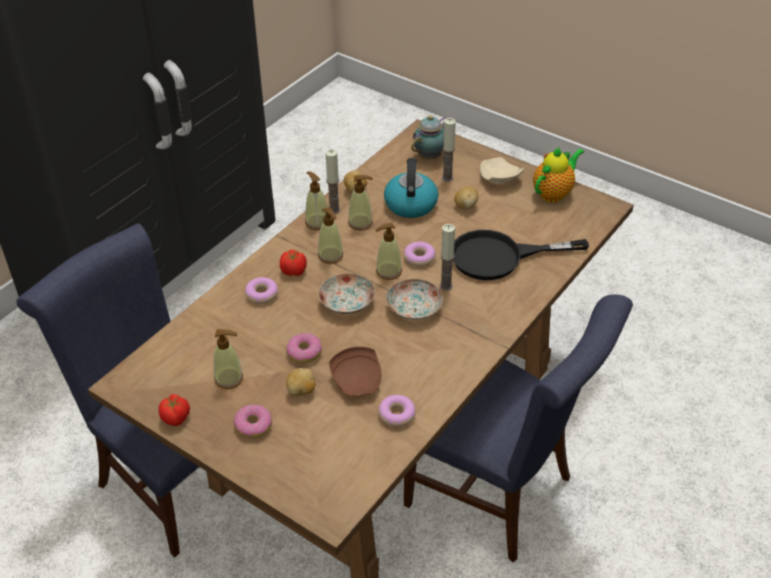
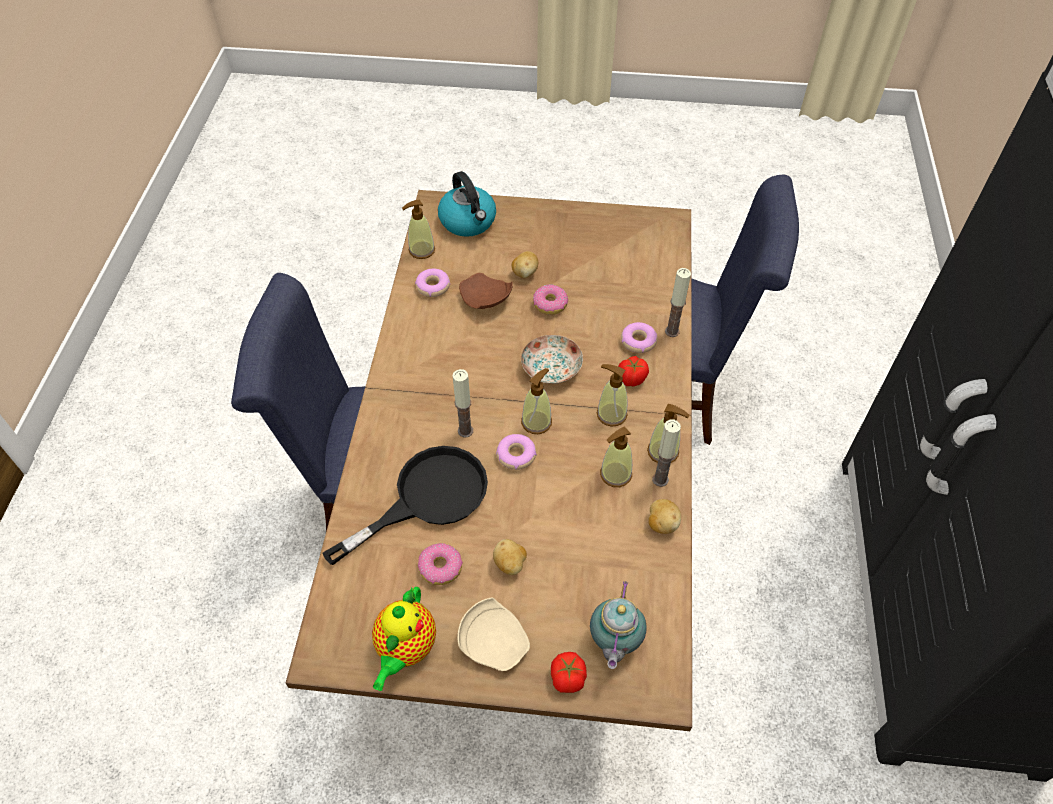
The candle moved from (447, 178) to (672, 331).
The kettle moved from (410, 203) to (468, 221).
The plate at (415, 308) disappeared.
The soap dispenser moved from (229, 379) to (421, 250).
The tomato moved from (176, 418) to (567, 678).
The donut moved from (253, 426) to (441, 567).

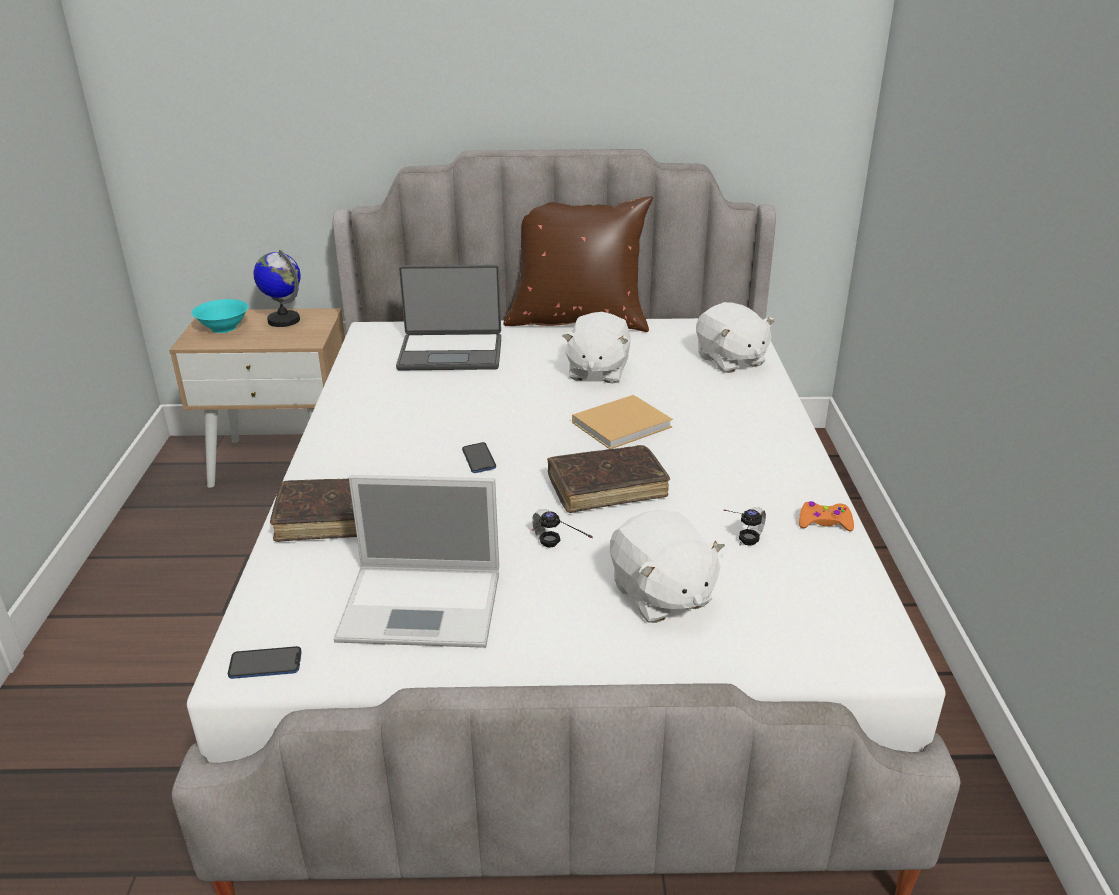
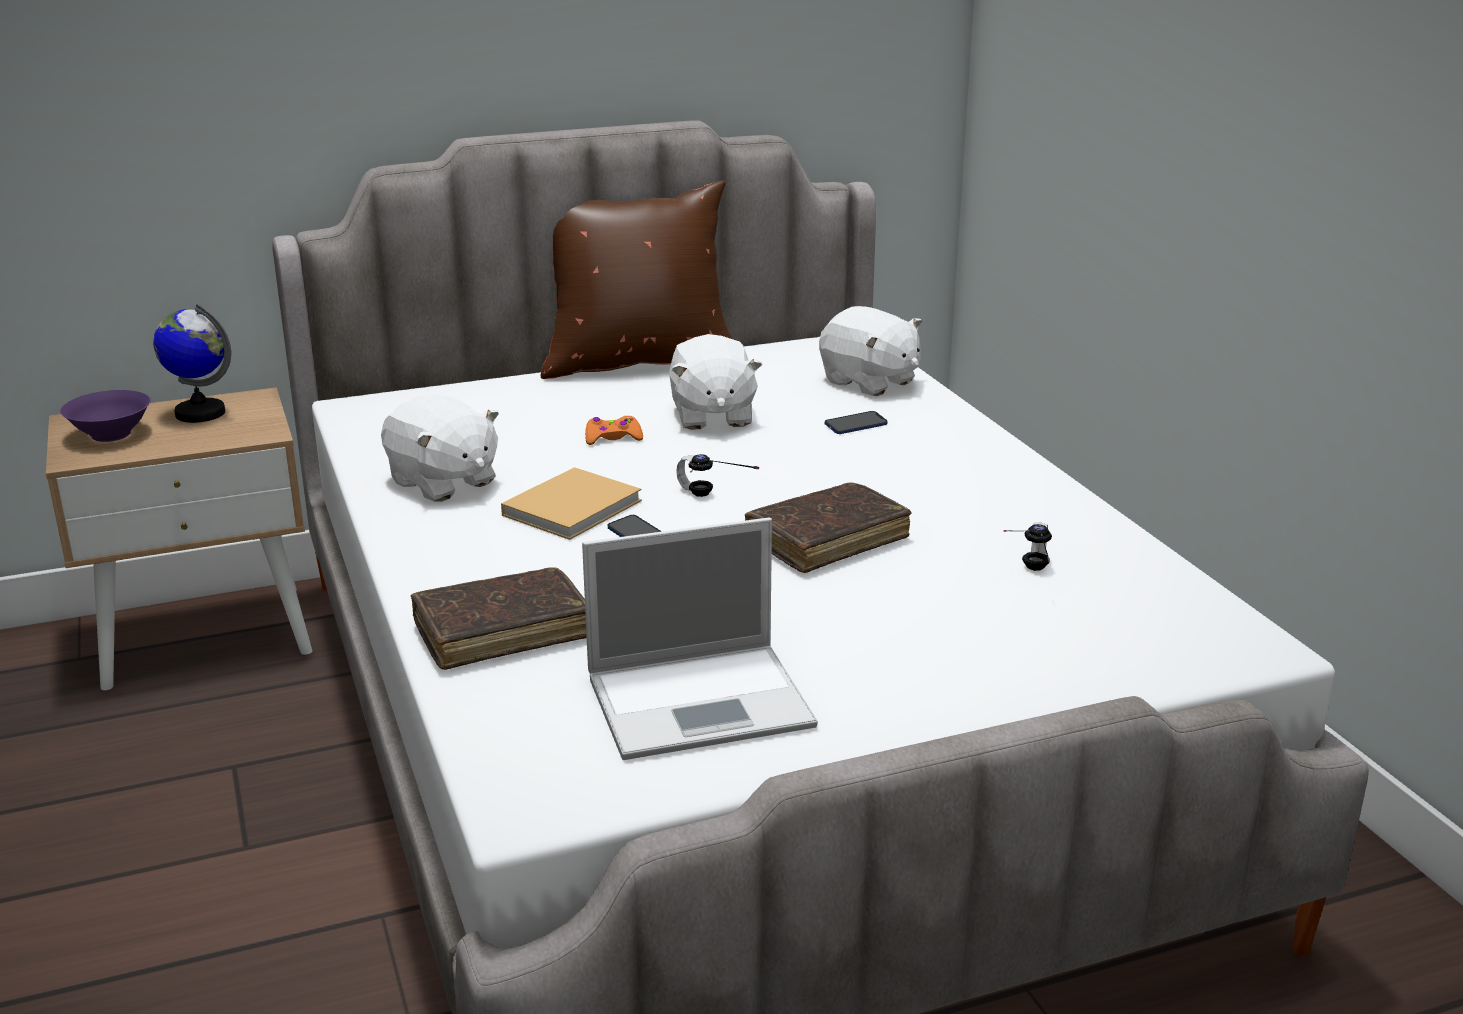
The laptop at (451, 353) disappeared.
The bowl/turquoise at (224, 328) became the bowl/purple at (112, 434).
The book/beige moved from (624, 424) to (575, 506).
The game controller/orange moved from (824, 522) to (612, 438).
The headphones moved from (552, 553) to (709, 500).
The plush toy/white moved from (661, 595) to (443, 482).
The phone moved from (265, 664) to (856, 424).

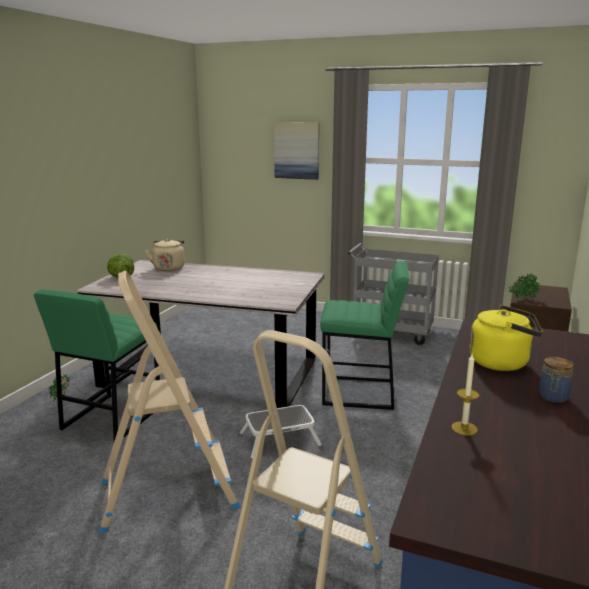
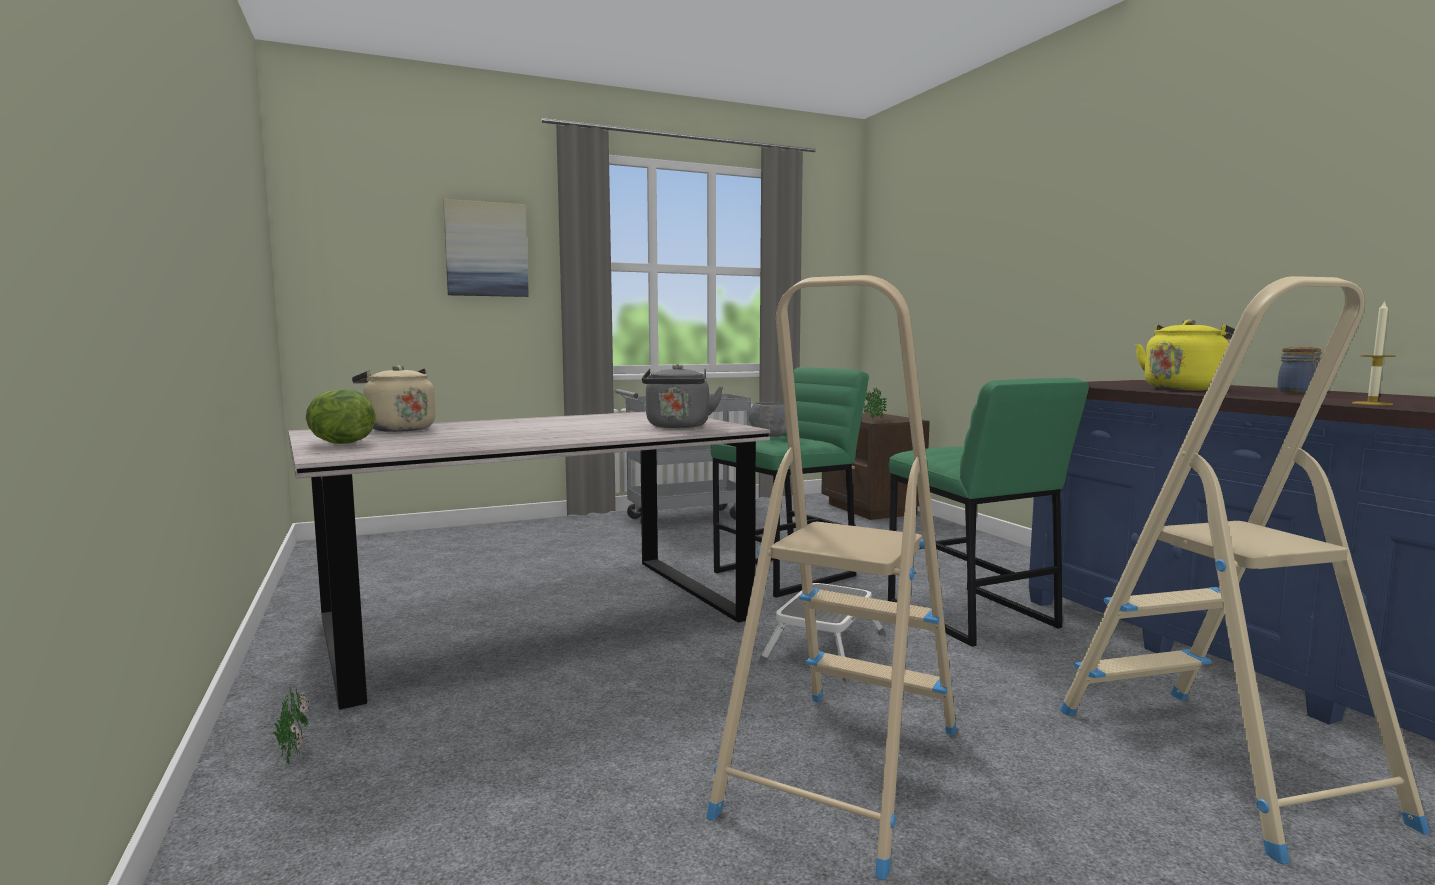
The stool/green moved from (110, 419) to (974, 616).
The kettle/grey at (678, 427) appeared.
The bowl/grey at (772, 436) appeared.

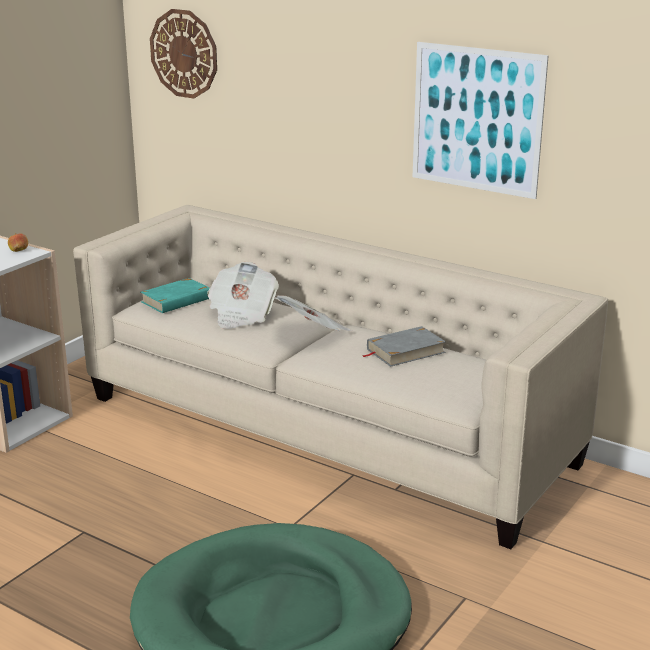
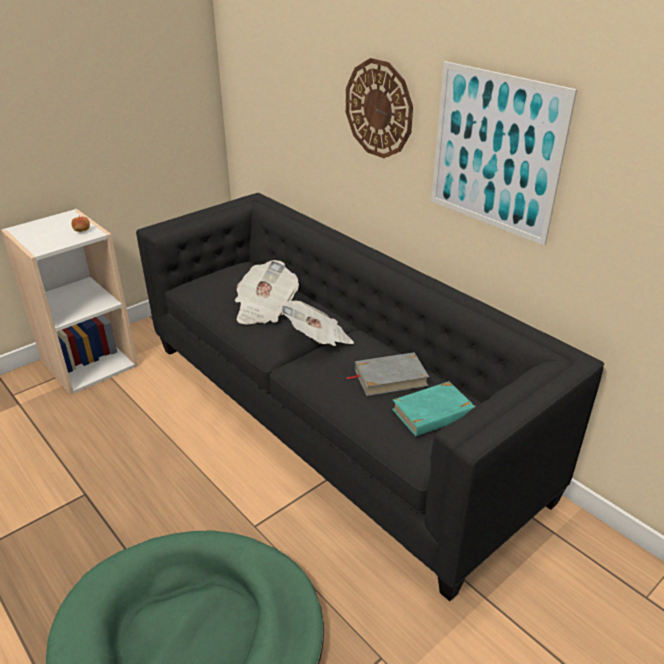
The wall clock moved from (184, 53) to (379, 109).
The sofa/beige at (325, 431) became the sofa/black at (332, 417).
The book/turquoise moved from (177, 300) to (433, 413).

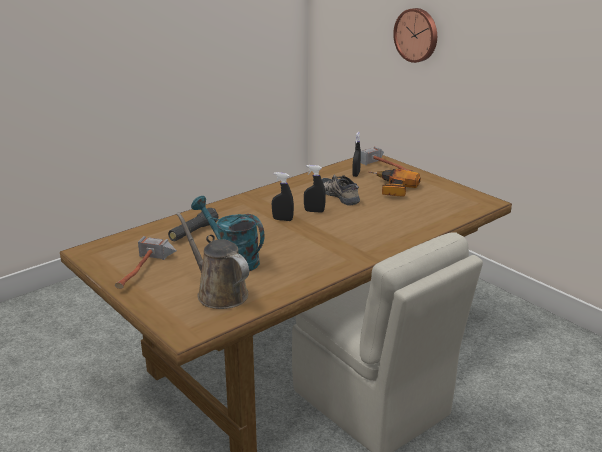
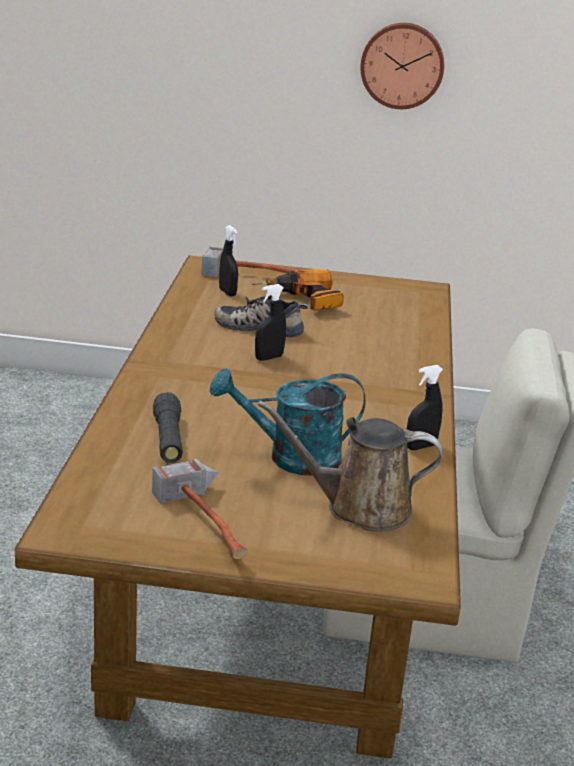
The wall clock moved from (417, 35) to (402, 65).
The spray bottle/black moved from (282, 219) to (420, 446).

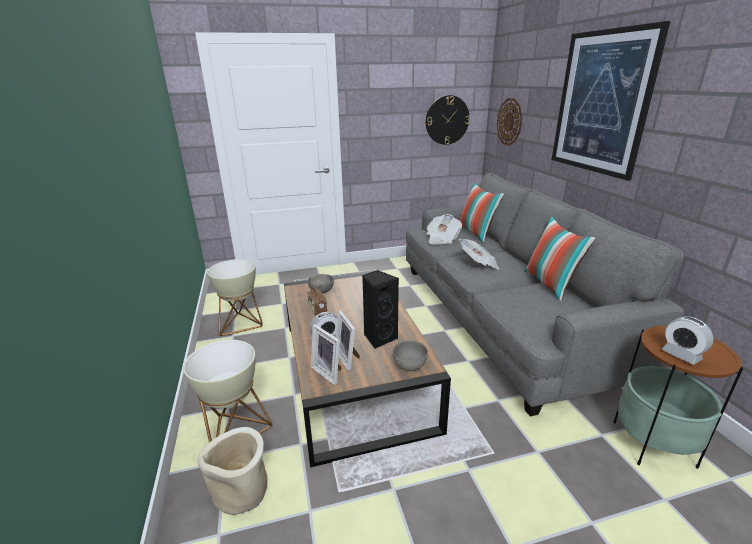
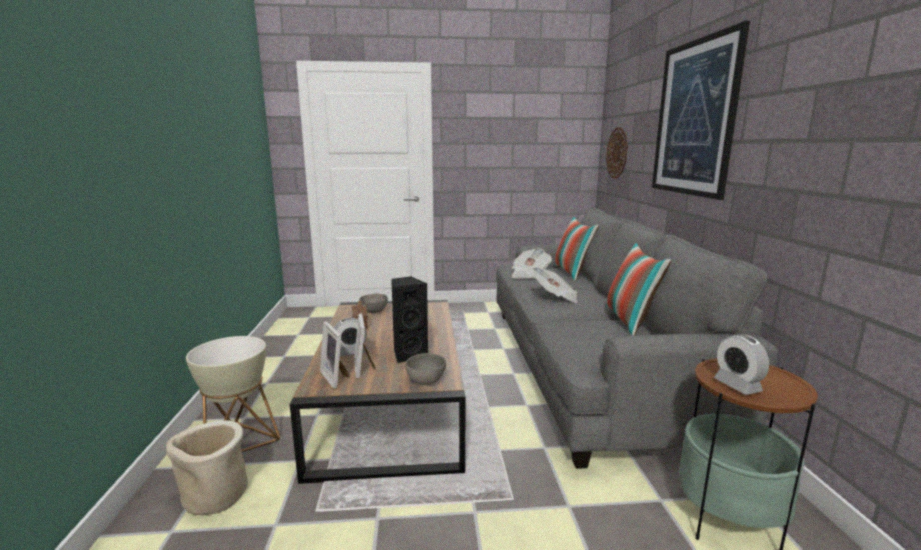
The wall clock at (447, 120) disappeared.
The planter at (241, 325) disappeared.

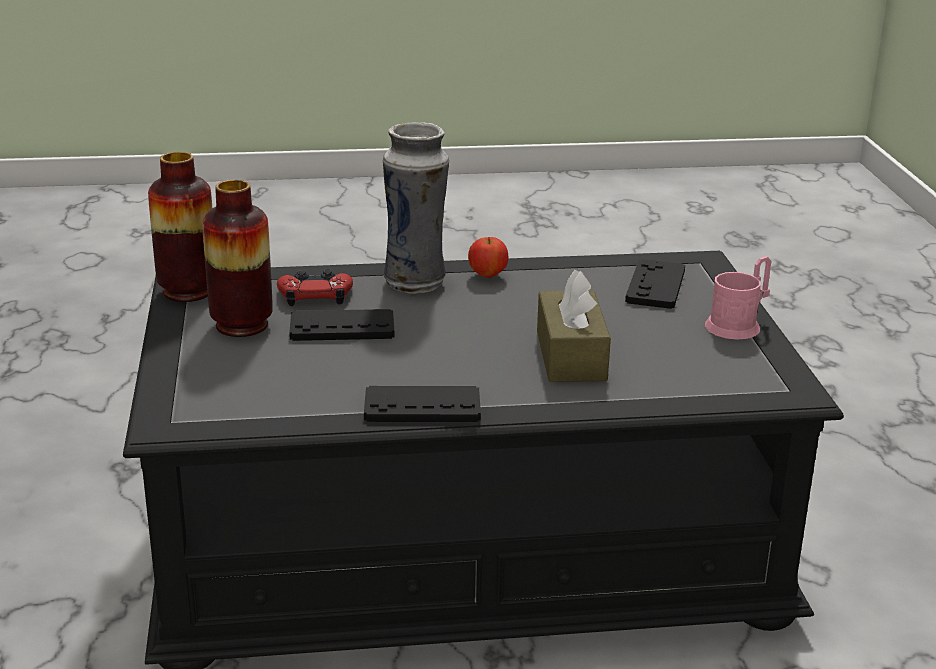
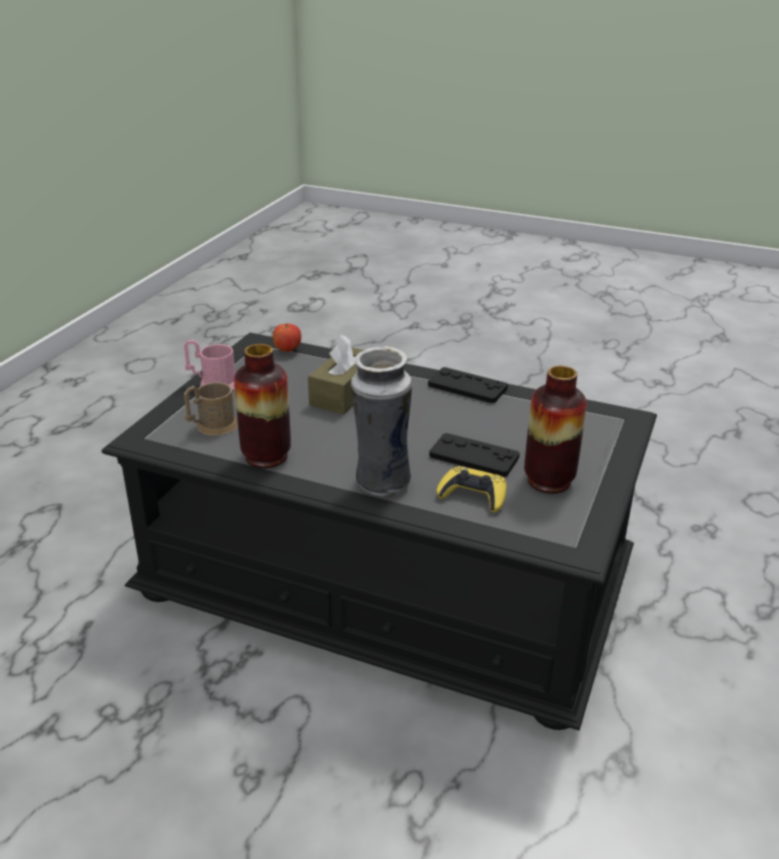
The vase moved from (188, 291) to (266, 456).
The apple moved from (487, 275) to (287, 350).
The game controller/black at (655, 286) was replaced by the mug/brown at (212, 426).
The game controller/red at (315, 295) became the game controller/yellow at (473, 495).

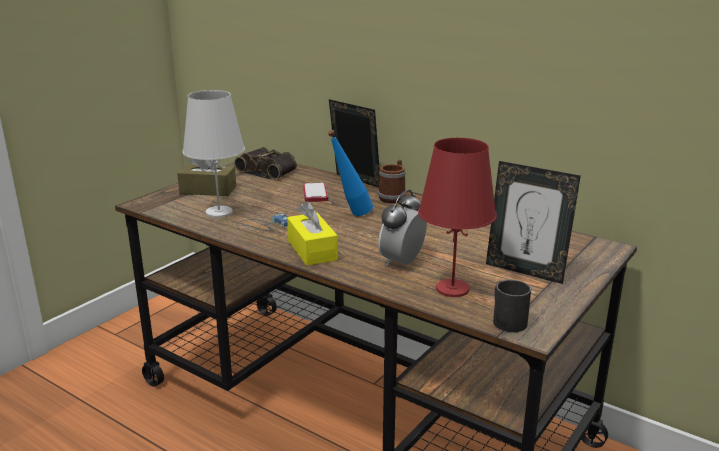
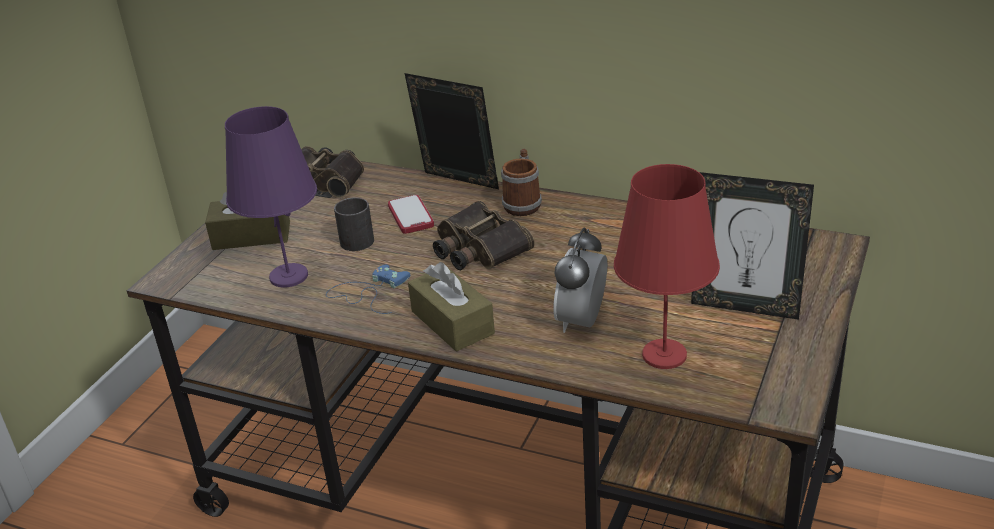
The table lamp/white at (219, 212) became the table lamp/purple at (288, 276).
The bottle/blue at (350, 215) was replaced by the binoculars at (478, 248).
The tissue box/yellow at (312, 250) became the tissue box/brown at (452, 322).
The mug/black moved from (506, 319) to (353, 238).

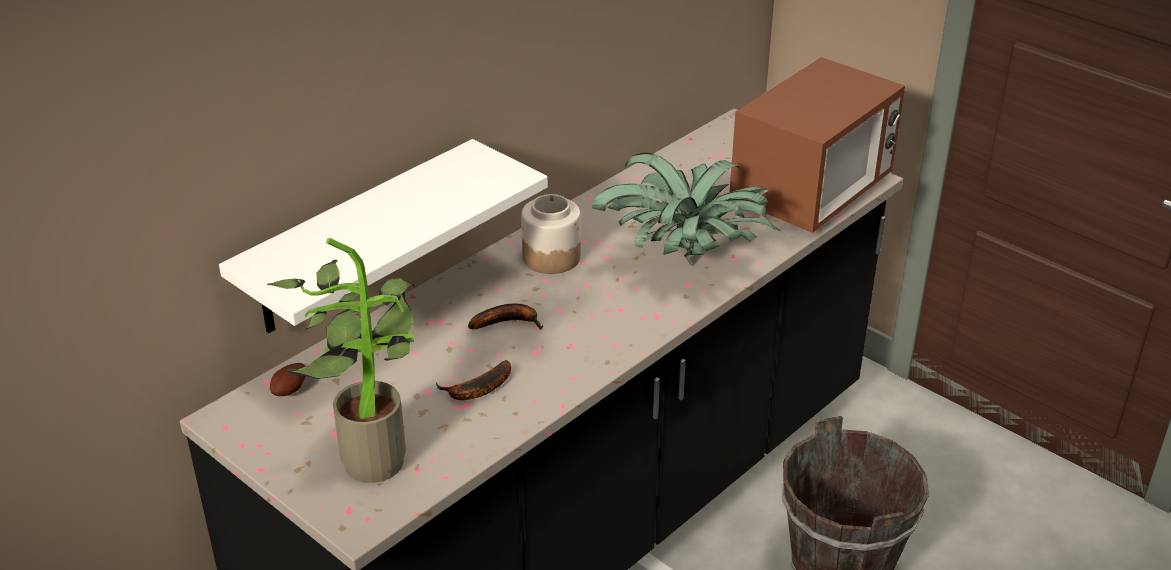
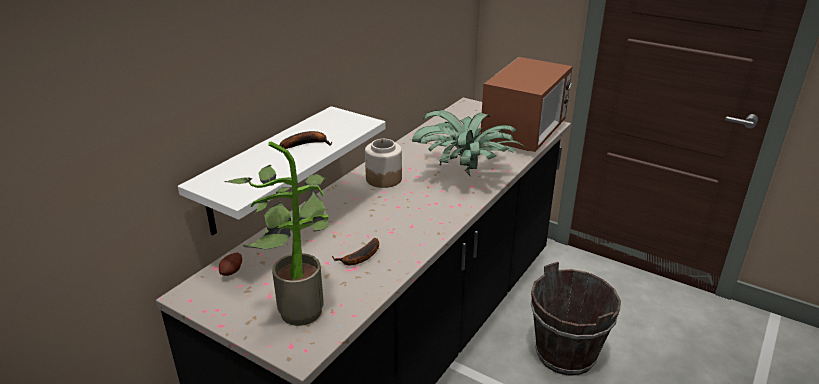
The banana moved from (508, 322) to (307, 144).

